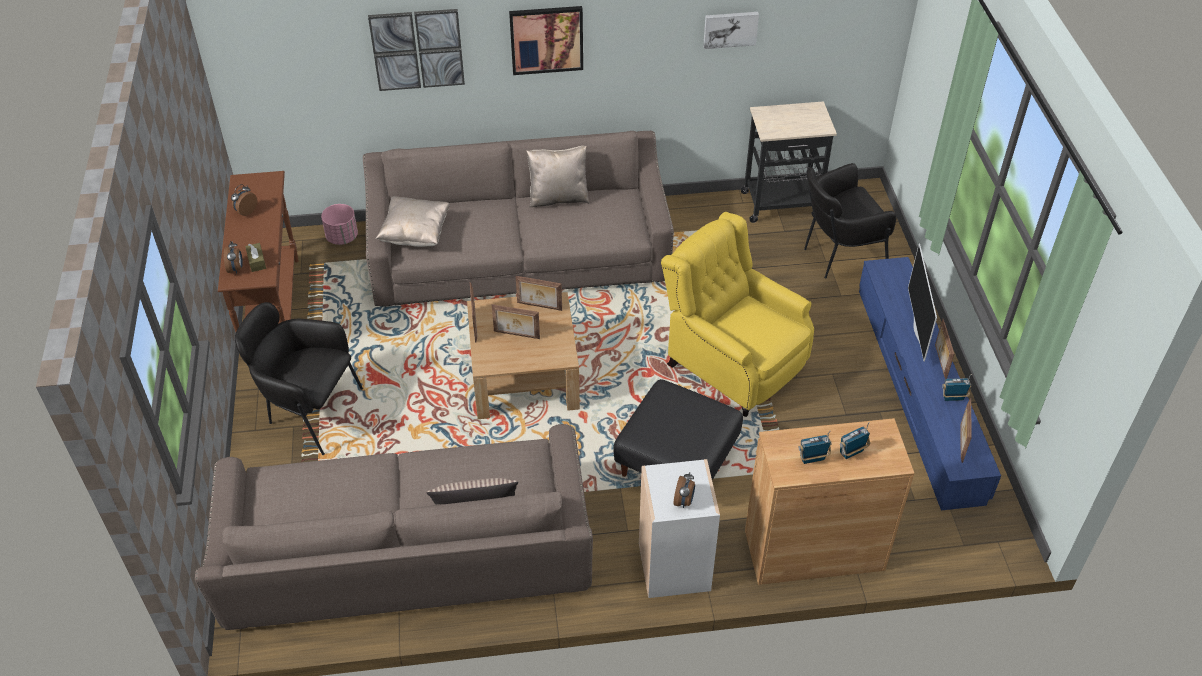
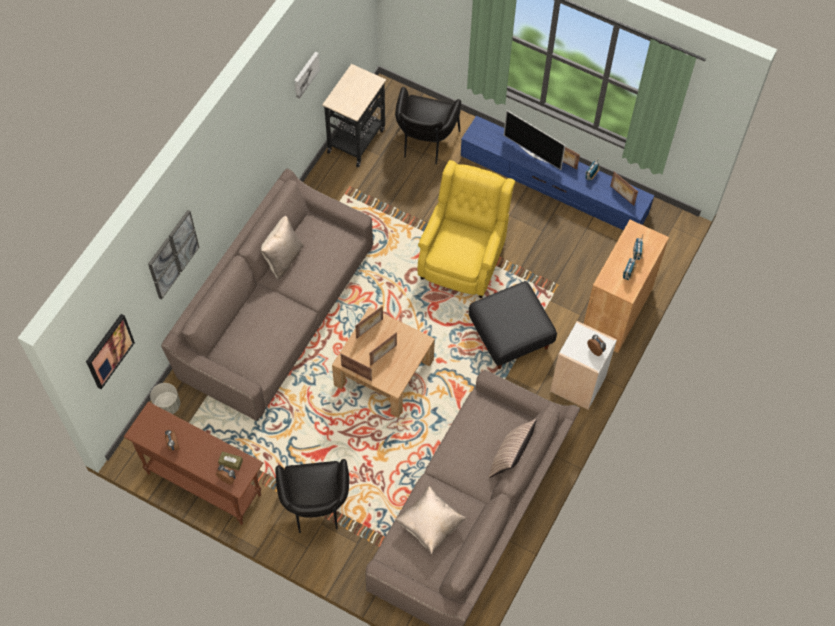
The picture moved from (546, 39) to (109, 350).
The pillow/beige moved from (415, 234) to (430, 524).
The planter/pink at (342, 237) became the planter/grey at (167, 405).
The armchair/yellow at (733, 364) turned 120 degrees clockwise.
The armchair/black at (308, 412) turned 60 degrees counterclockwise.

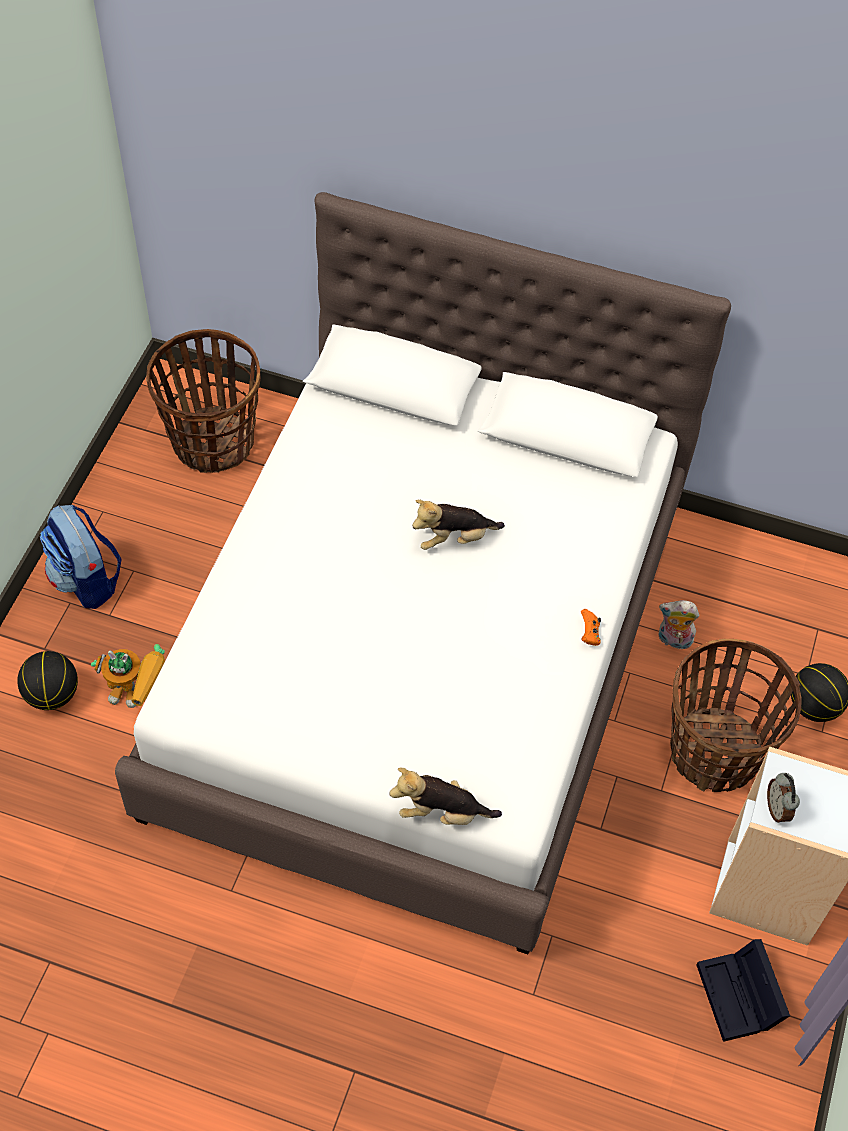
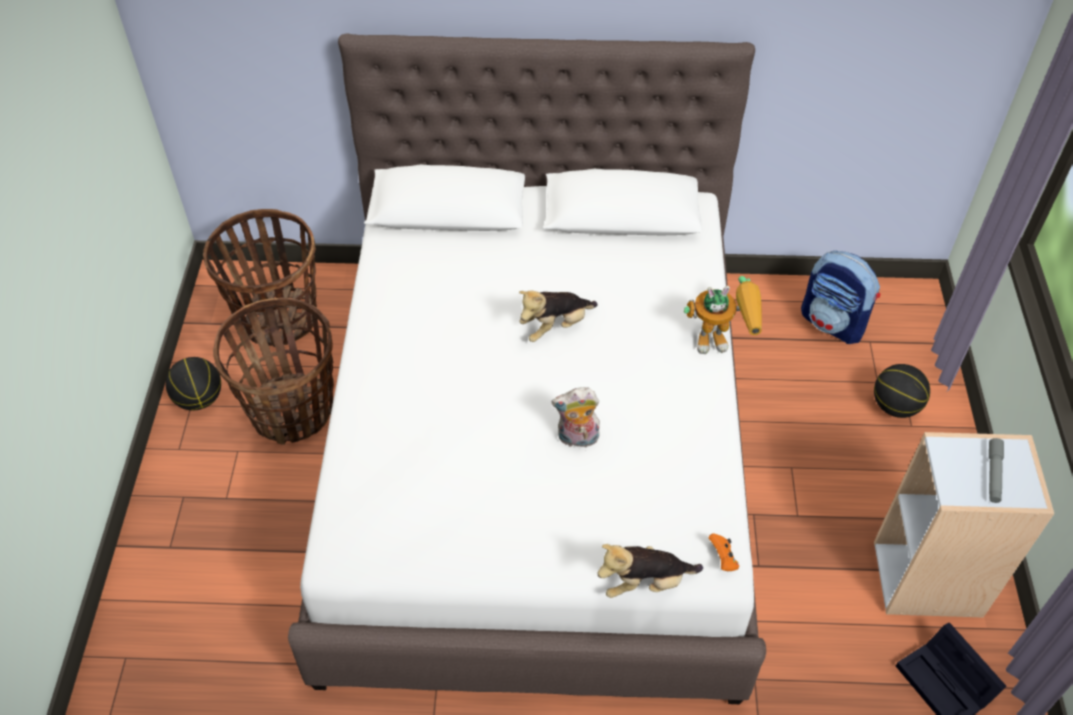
The backpack moved from (86, 580) to (833, 323).
The plush toy moved from (673, 640) to (577, 439).
The game controller/orange moved from (589, 634) to (723, 559).
The basket moved from (715, 752) to (292, 410).
The toy robot moved from (138, 694) to (722, 339).
The basketball moved from (53, 694) to (200, 399).
The alarm clock at (778, 809) disappeared.
The flashlight/grey at (993, 474) appeared.

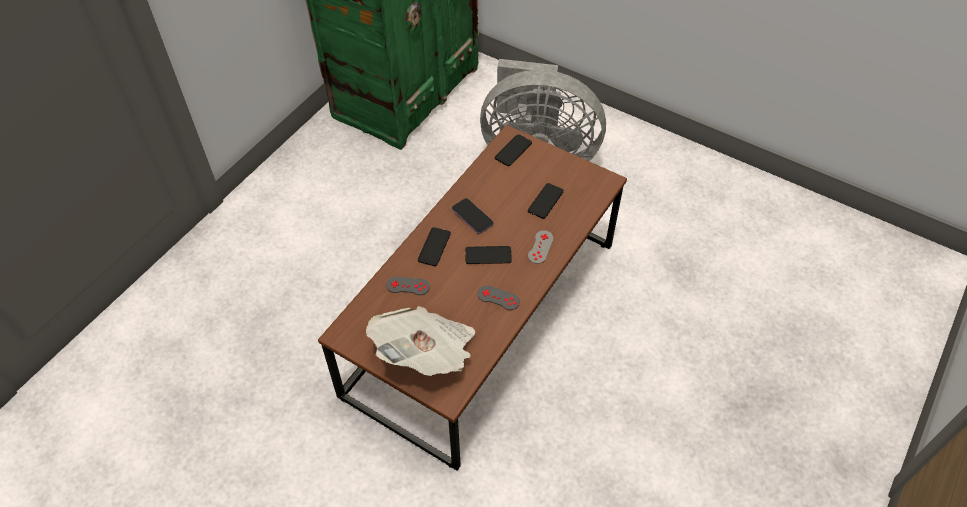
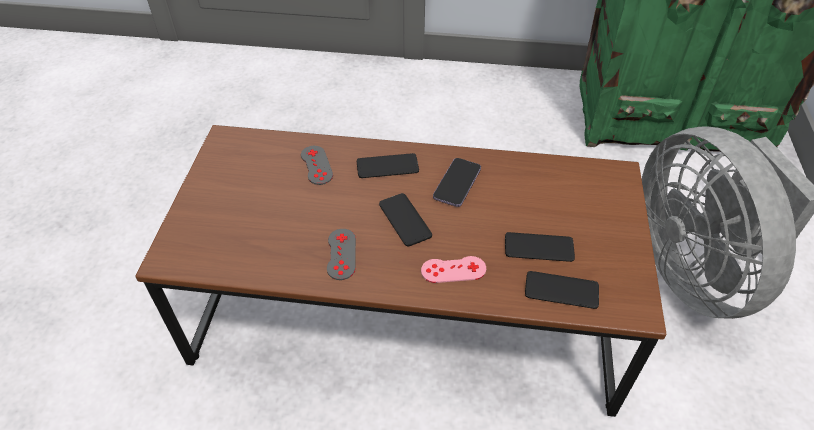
The phone moved from (513, 150) to (561, 290).
The game controller/grey at (540, 247) became the game controller/pink at (453, 270).
The newspaper at (426, 353) disappeared.

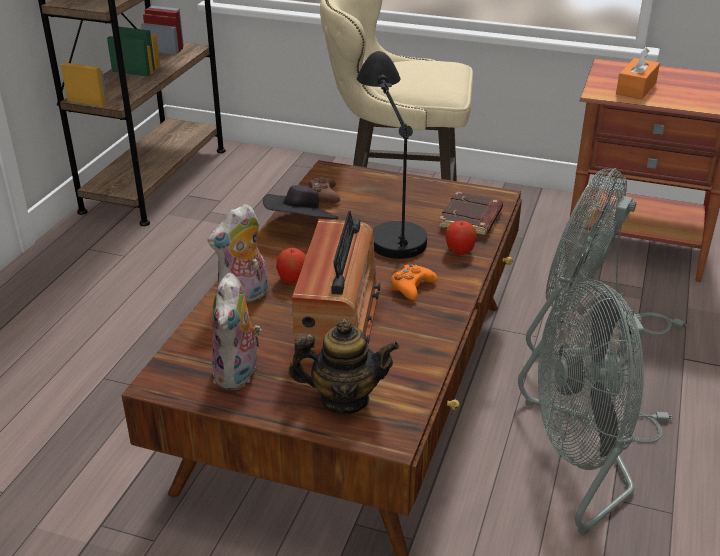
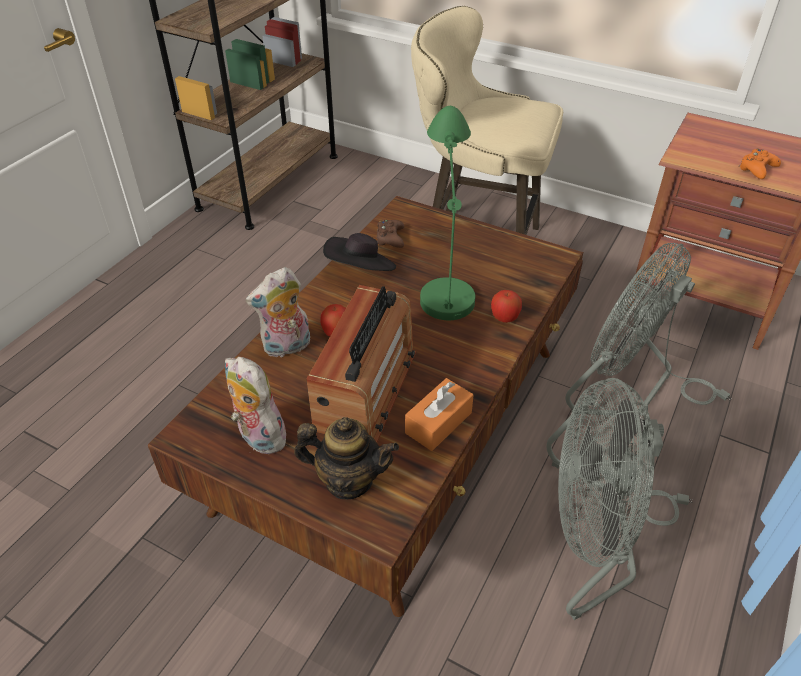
The tissue box/orange moved from (636, 88) to (438, 423).
The table lamp/black at (388, 218) became the table lamp/green at (445, 271).
The book/brown at (471, 219) disappeared.
The game controller/orange moved from (412, 287) to (757, 169).
The plush toy at (239, 374) turned 120 degrees clockwise.

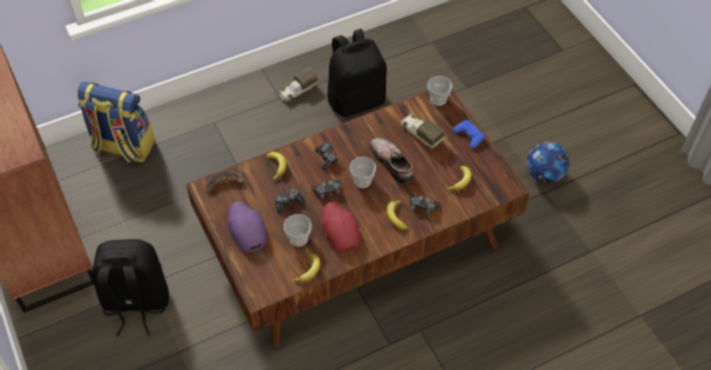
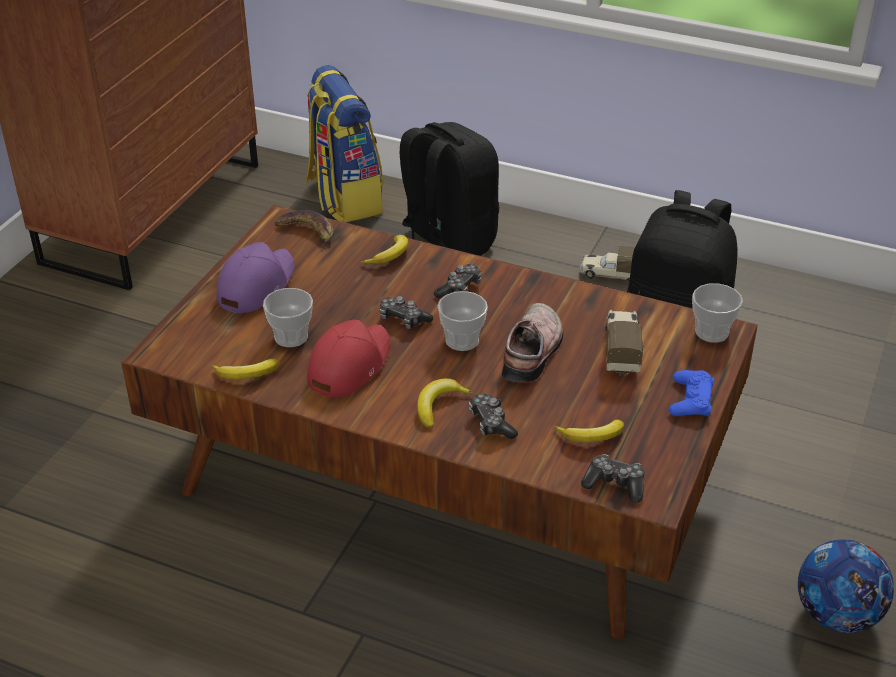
The game controller moved from (288, 202) to (615, 484).
The backpack/black moved from (136, 303) to (446, 243).

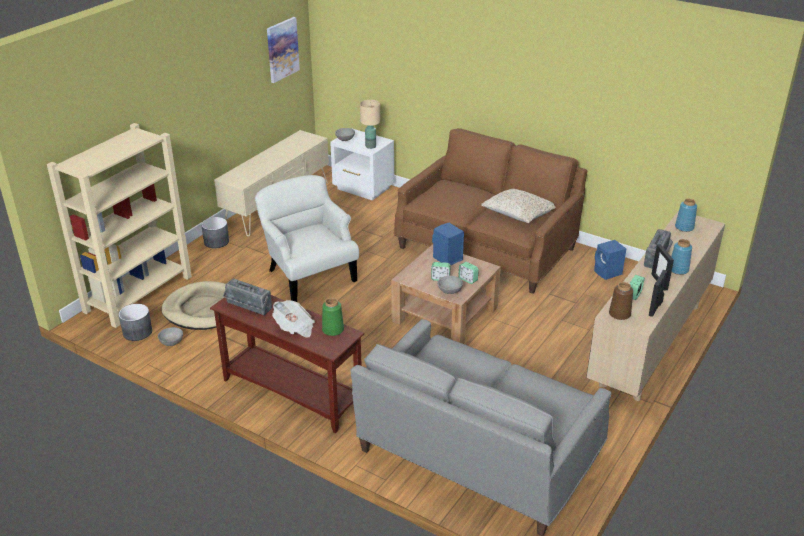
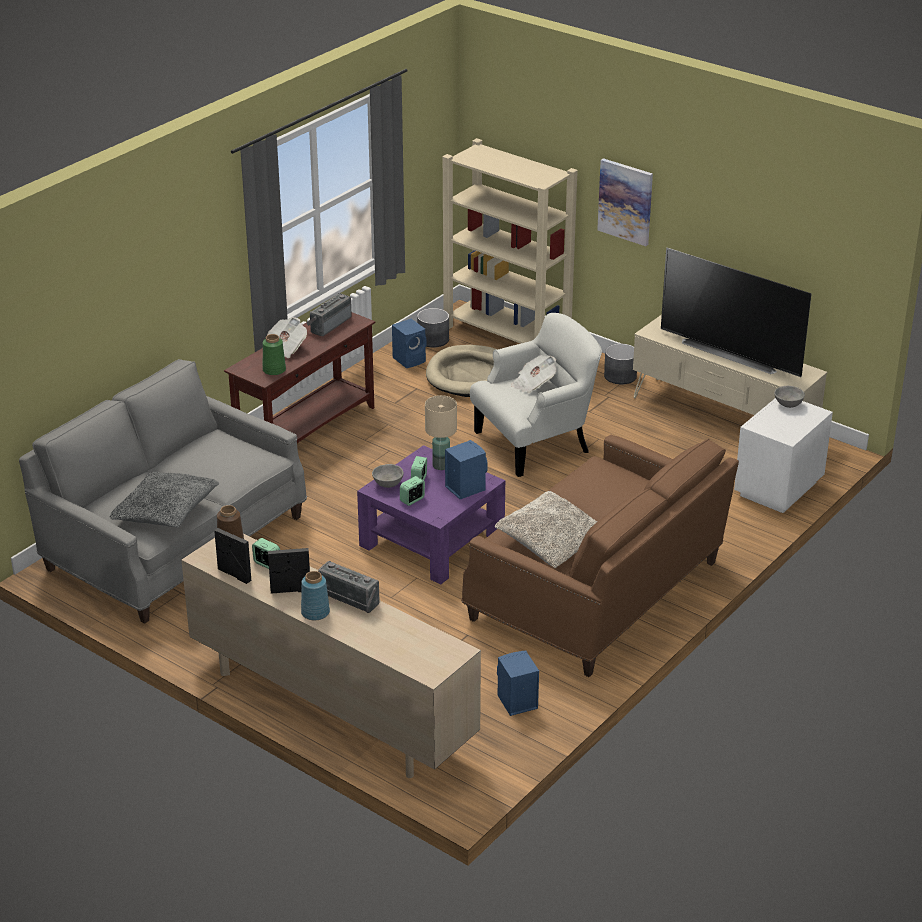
The picture moved from (282, 49) to (625, 201).
The table lamp/beige moved from (371, 146) to (441, 466).
The vase/blue at (684, 227) disappeared.
The coffee table/brown at (445, 314) became the coffee table/purple at (432, 540).
The bowl/grey at (171, 343) was replaced by the speaker/blue at (410, 359).
The television at (732, 353) appeared.
The newspaper at (533, 384) appeared.
The pillow/grey at (165, 511) appeared.

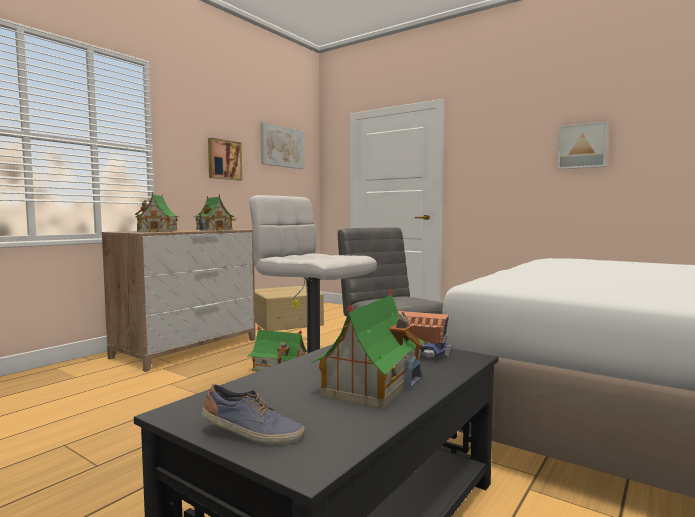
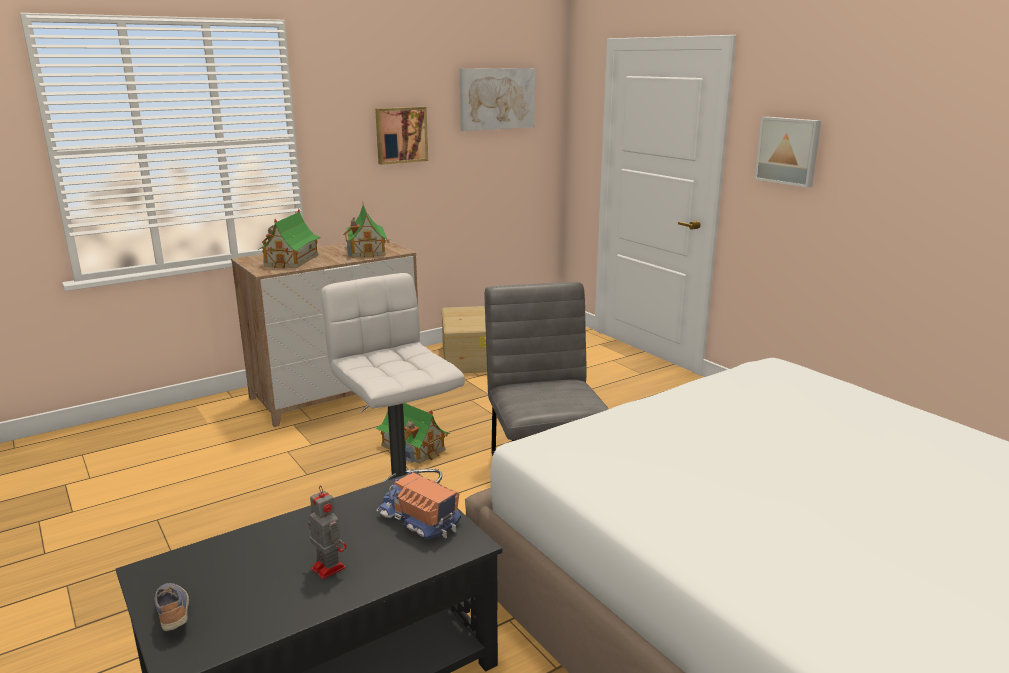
The picture moved from (582, 146) to (788, 151).
The toy house at (372, 383) was replaced by the toy robot at (327, 567).
The shoe at (252, 434) turned 150 degrees counterclockwise.

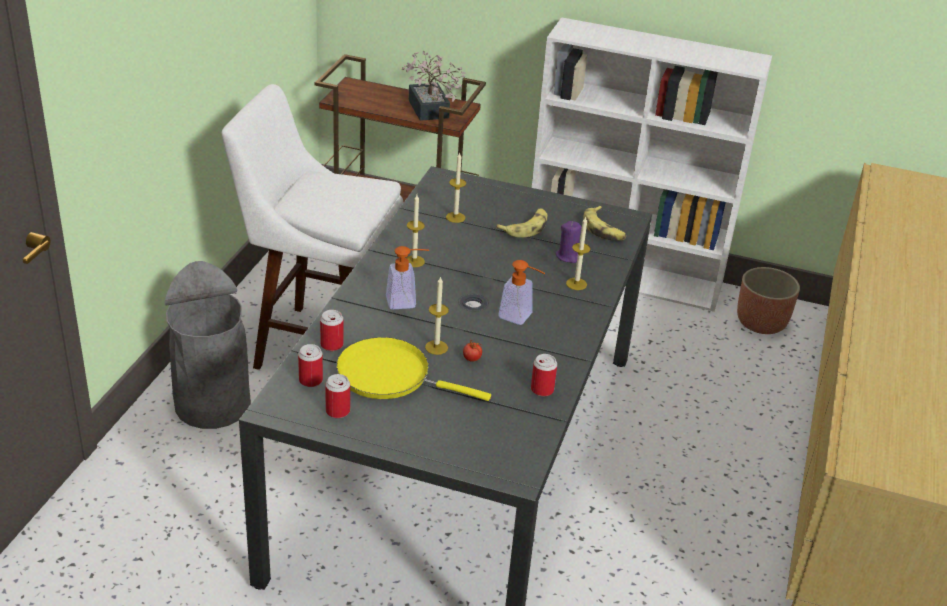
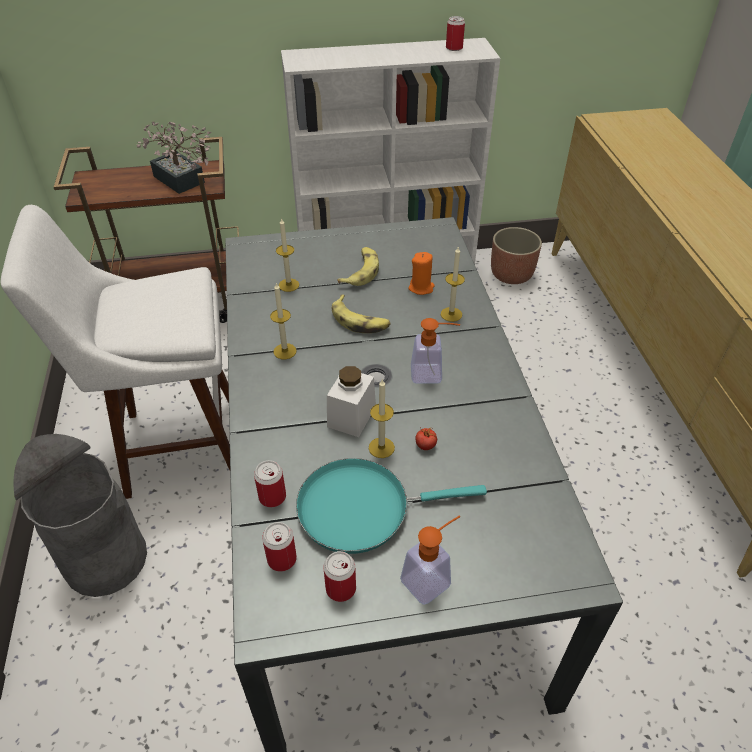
The banana moved from (603, 229) to (360, 321).
The candle/purple at (568, 256) became the candle/orange at (421, 288).
The soap dispenser moved from (407, 301) to (432, 578).
The frying pan/yellow at (390, 375) became the frying pan/turquoise at (361, 508).
The can moved from (542, 390) to (454, 48).
The jar/white at (351, 416) appeared.

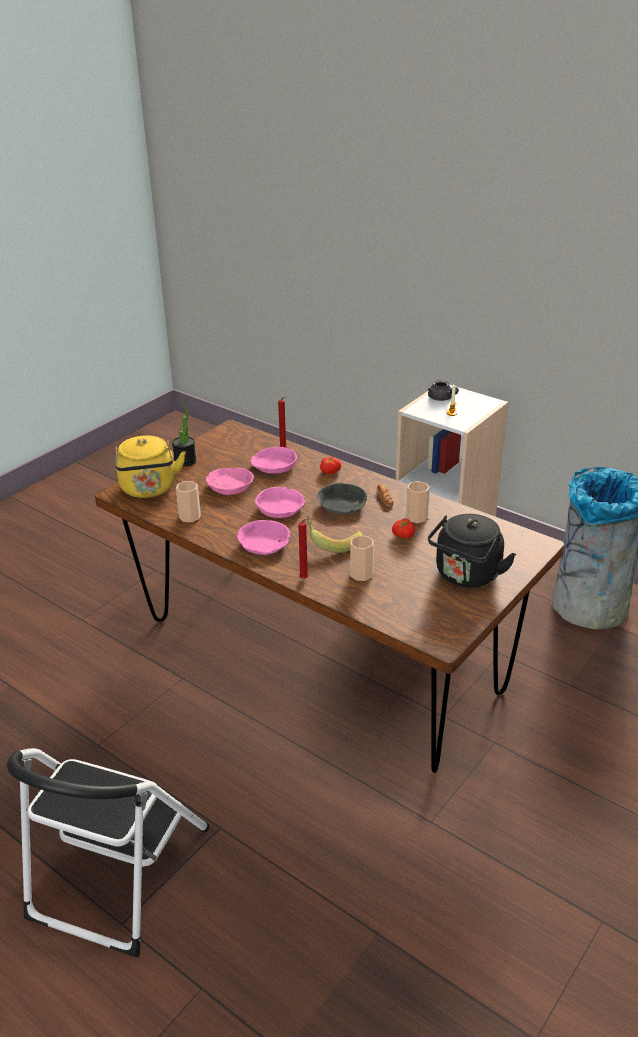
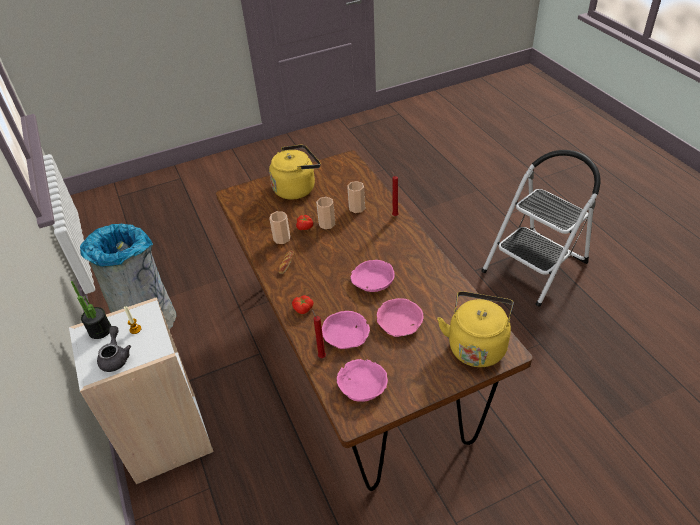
The potted plant moved from (185, 461) to (100, 330).
The cup moved from (190, 516) to (327, 224).
The bowl/grey at (342, 505) disappeared.
The kettle/black at (466, 576) became the kettle/yellow at (297, 188).
The banana at (332, 542) disappeared.
The bowl/pink moved from (264, 544) to (363, 384).

